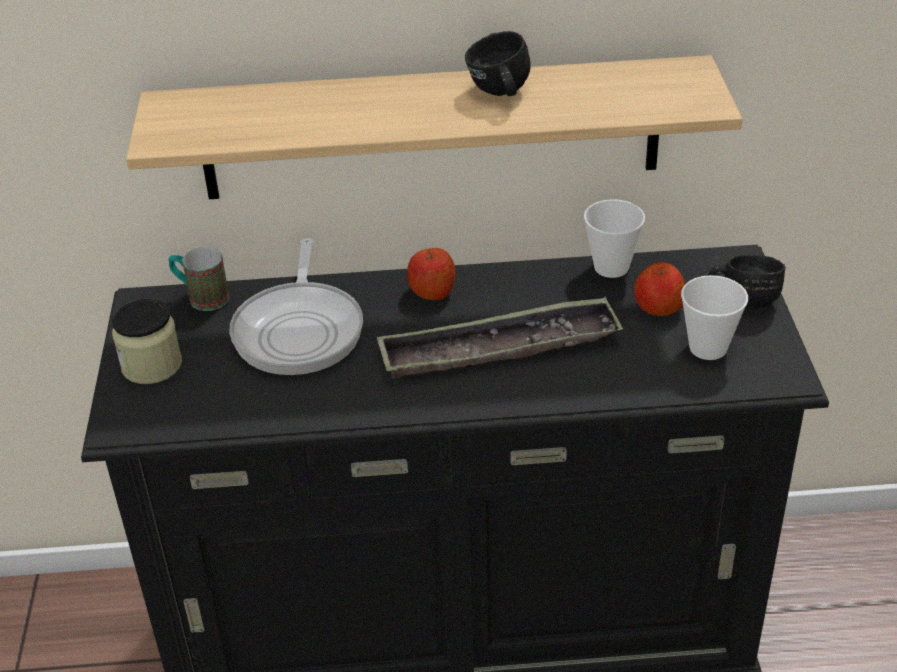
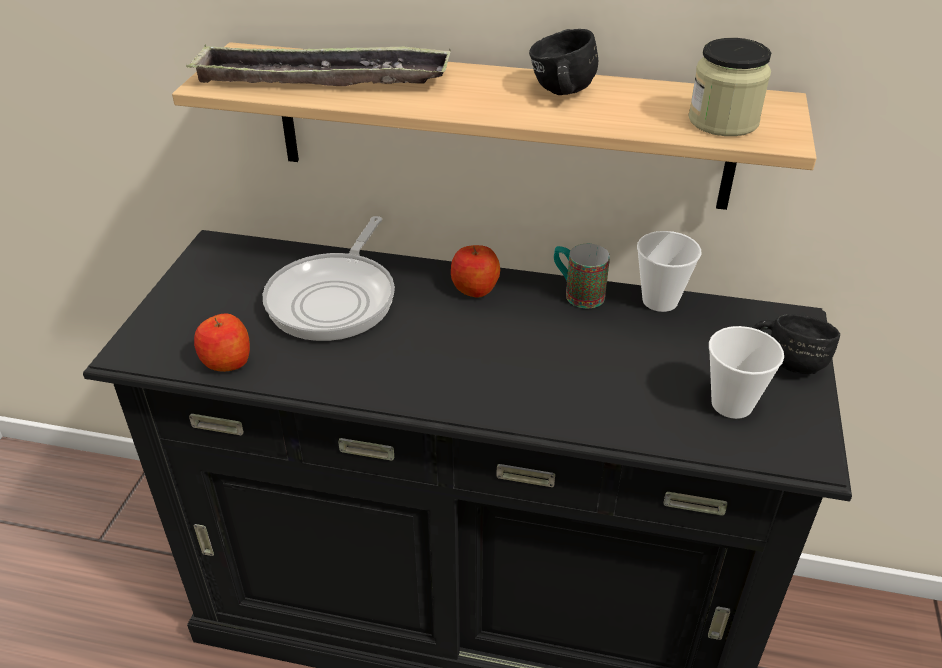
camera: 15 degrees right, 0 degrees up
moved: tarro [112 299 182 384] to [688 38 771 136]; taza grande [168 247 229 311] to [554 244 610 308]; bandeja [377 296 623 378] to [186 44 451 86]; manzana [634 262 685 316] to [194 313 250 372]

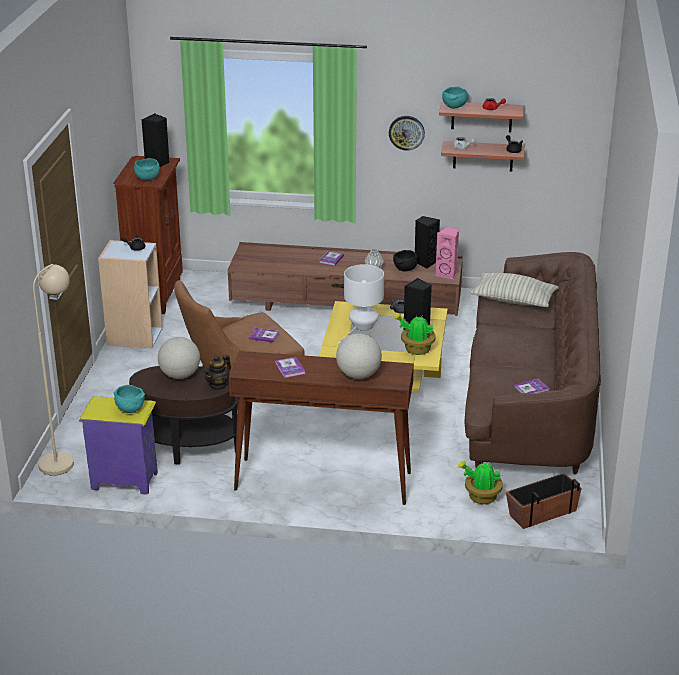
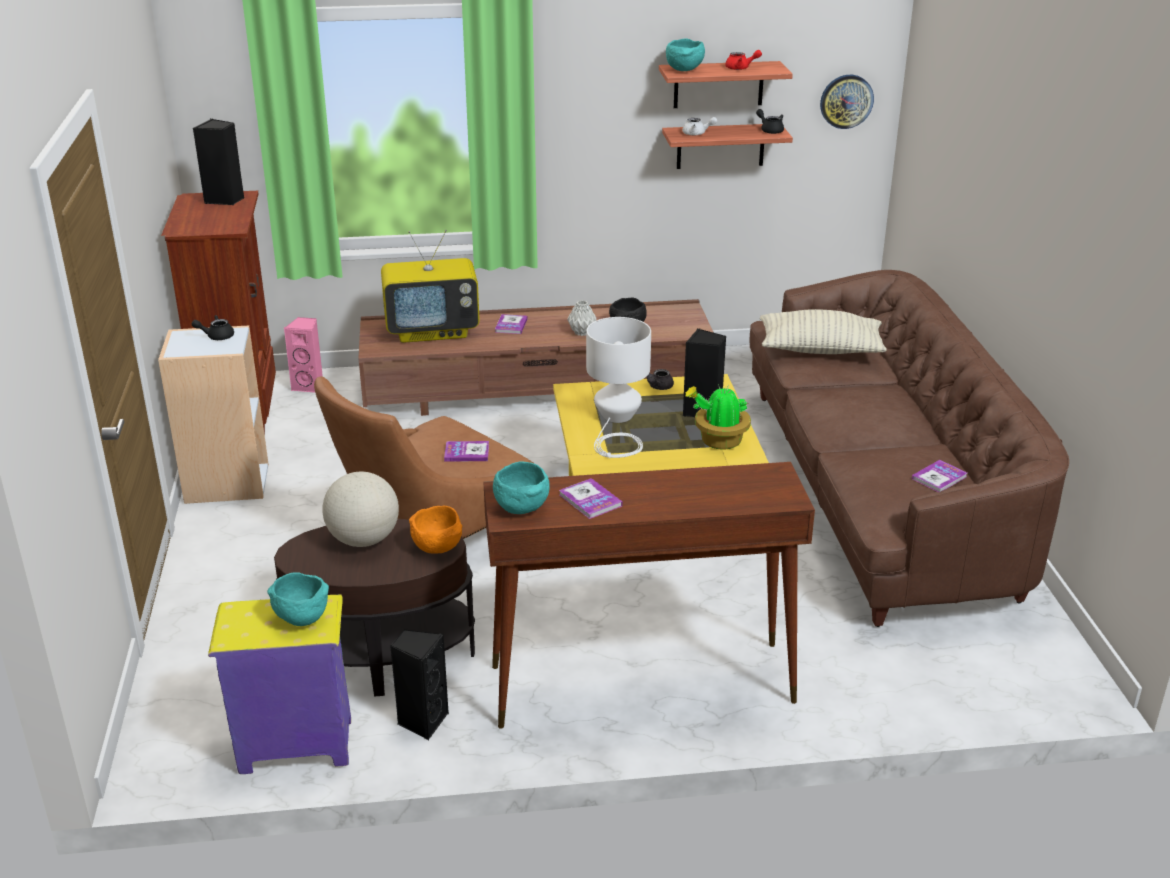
camera: 15 degrees left, 0 degrees up
removed: lámpara de pie [beis] [33 264 74 475]; globo terráqueo [336 333 382 379]; planta en maceta [458 461 503 504]; maceta [506 473 582 529]
added: televisor [381 230 480 343]
moved: cuenco [turquesa] [134 158 160 180] to [493 461 550 514]; reloj de pared [389 116 425 151] to [820 75 874 129]; altavoz [negro] [415 216 440 269] to [390 629 449 740]; altavoz [rosa] [435 226 459 280] to [284 317 323 393]
replaced: tetera [203 355 231 391] to cuenco [naranja] [409 506 462 554]

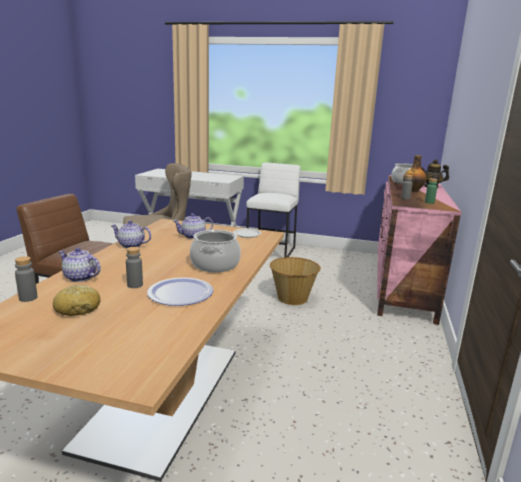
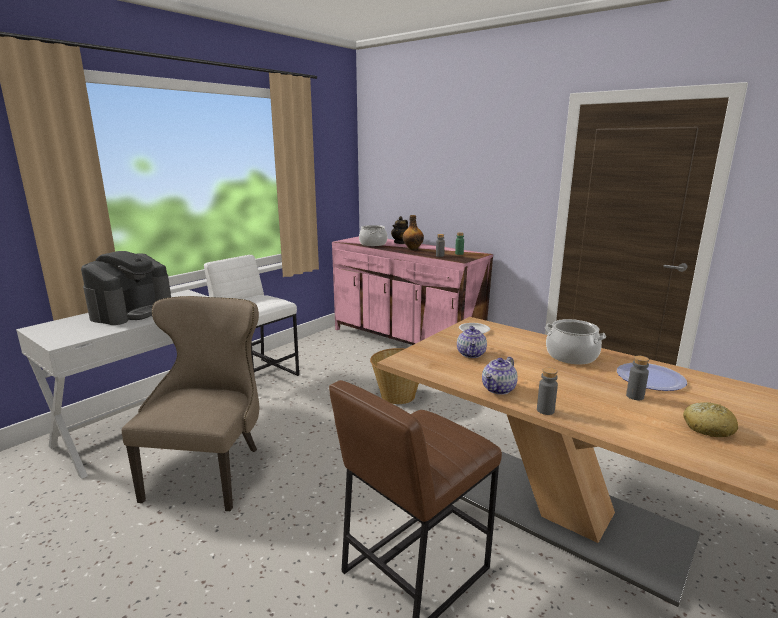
camera: 65 degrees left, 0 degrees up
removed: tetera [59 248 101 282]
added: cafetera [81 251 171 325]
moved: botella [gris] [15 256 37 302] to [537 368 558 415]

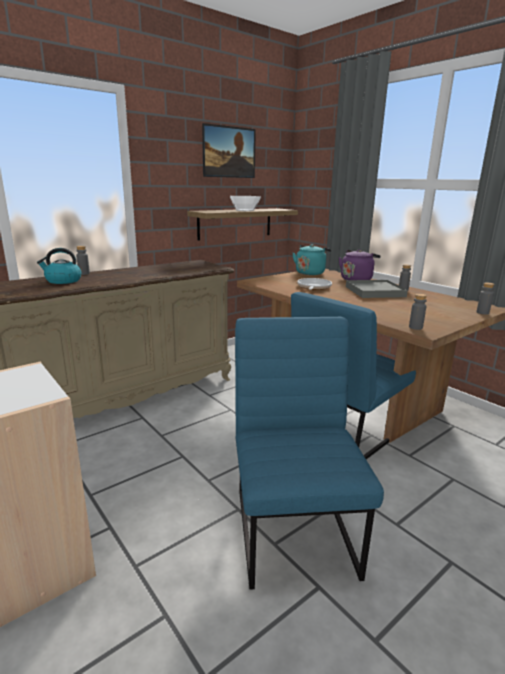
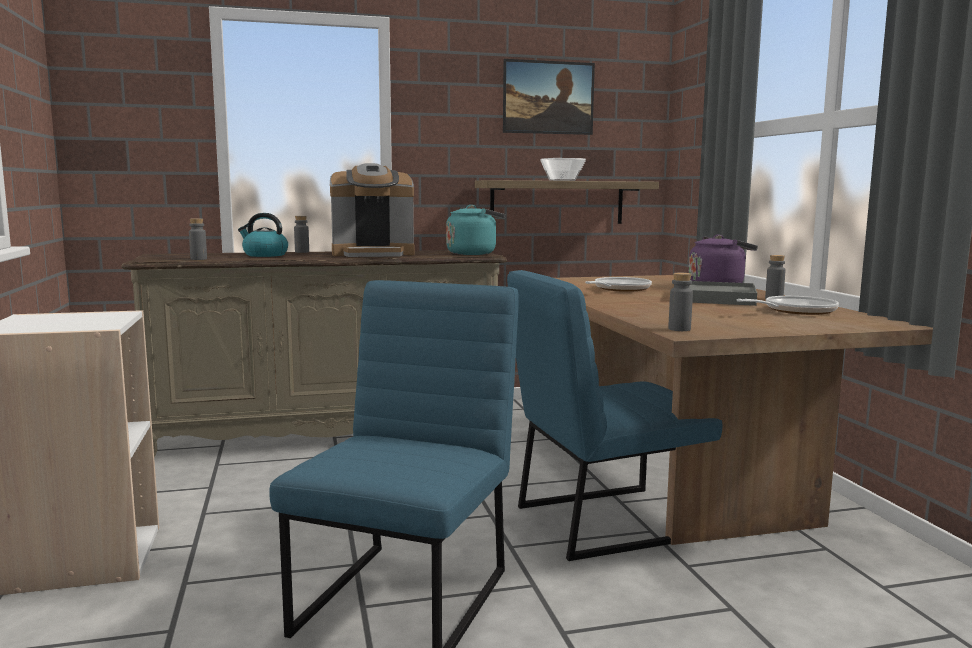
camera: 25 degrees right, 10 degrees down
added: cafetera [330 163 415 257]; sartén [737 296 839 315]
moved: hervidor [turquesa] [293 244 331 275] to [446 205 506 255]; botella [gris] [476 282 494 314] to [189 218 207 260]

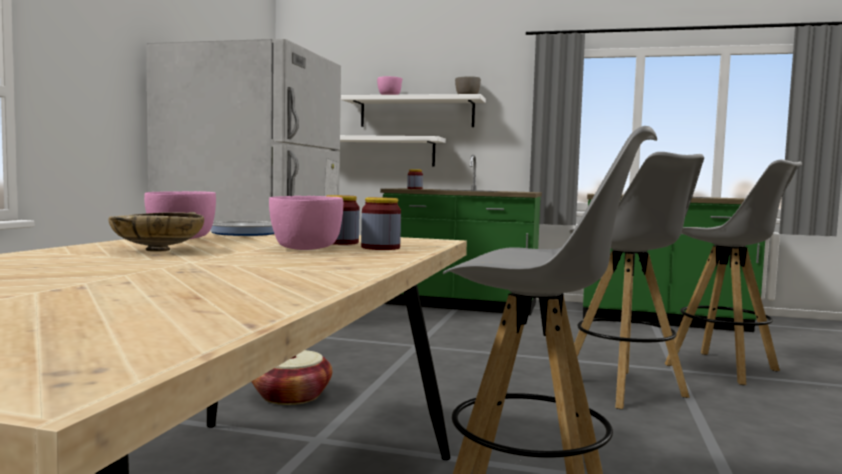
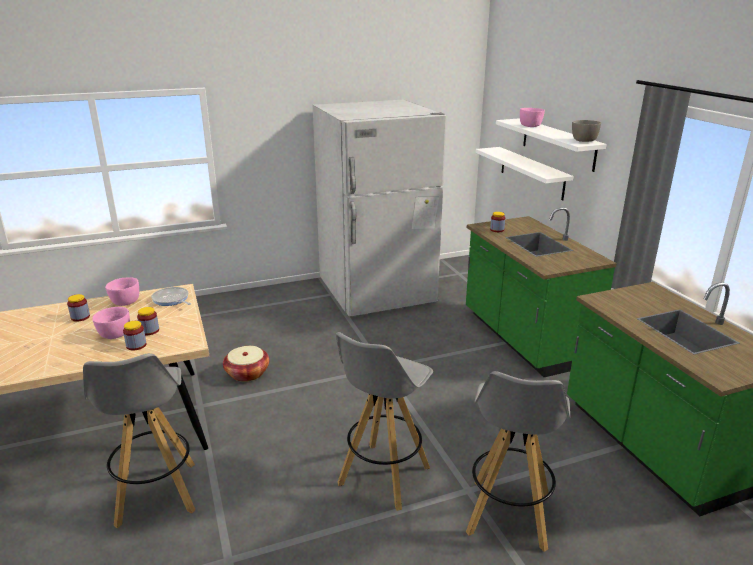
camera: 55 degrees right, 20 degrees up
replaced: cuenco [beis] [108 212 204 251] to tarro [67 294 90 322]

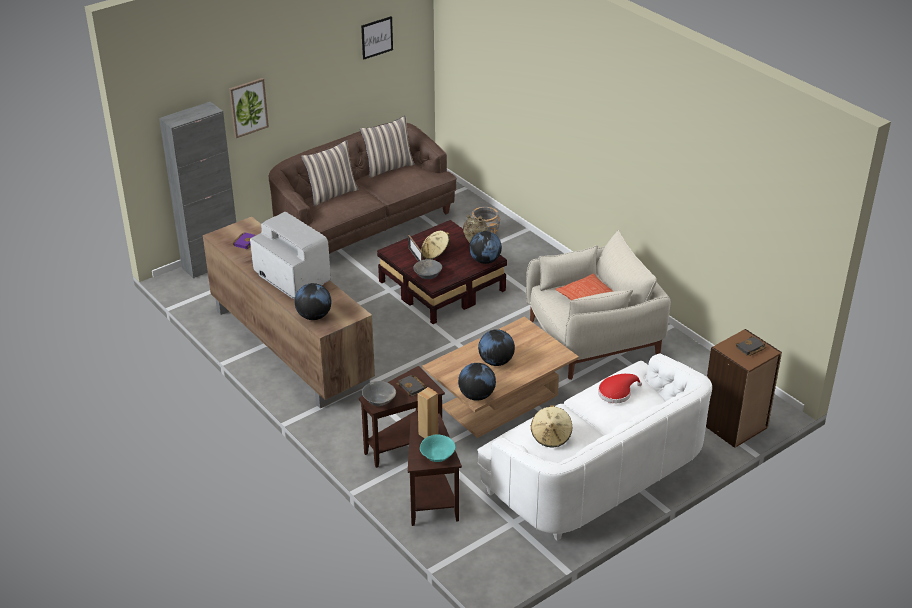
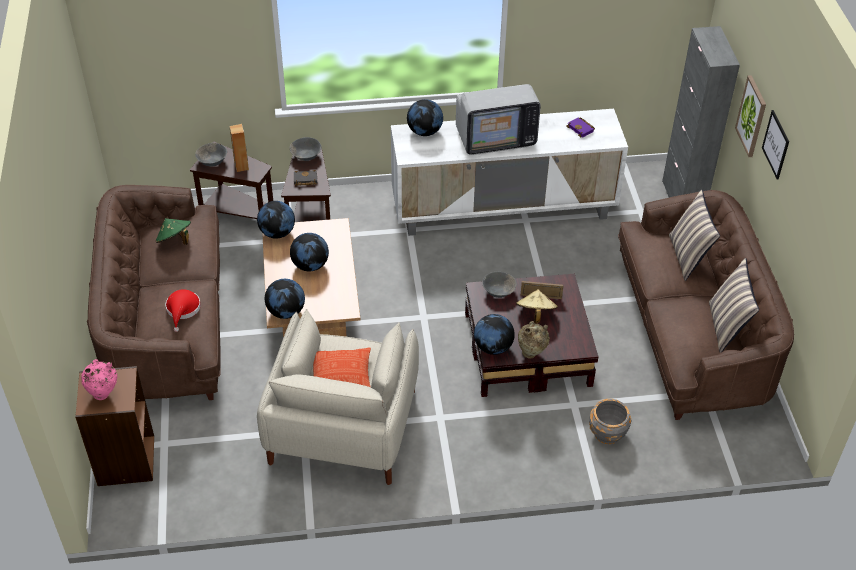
camera: 120 degrees right, 10 degrees up
added: globo terráqueo [265 279 305 319]
moved: cuadro [361 16 393 60] to [762 110 789 180]
replaced: libro [negro] [735 336 766 356] to florero [rosa] [81 359 118 400]
recoloured: mueble de televisión [marrón] [203 217 375 408] to mueble de televisión [blanco] [391 109 628 236]; cuenco [turquesa] [420 435 455 462] to cuenco [gris] [195 143 227 167]; sofá [blanco] [477 353 712 541] to sofá [marrón] [87 185 221 400]; sombrero [beis] [531 405 572 447] to sombrero [verde] [156 218 191 245]

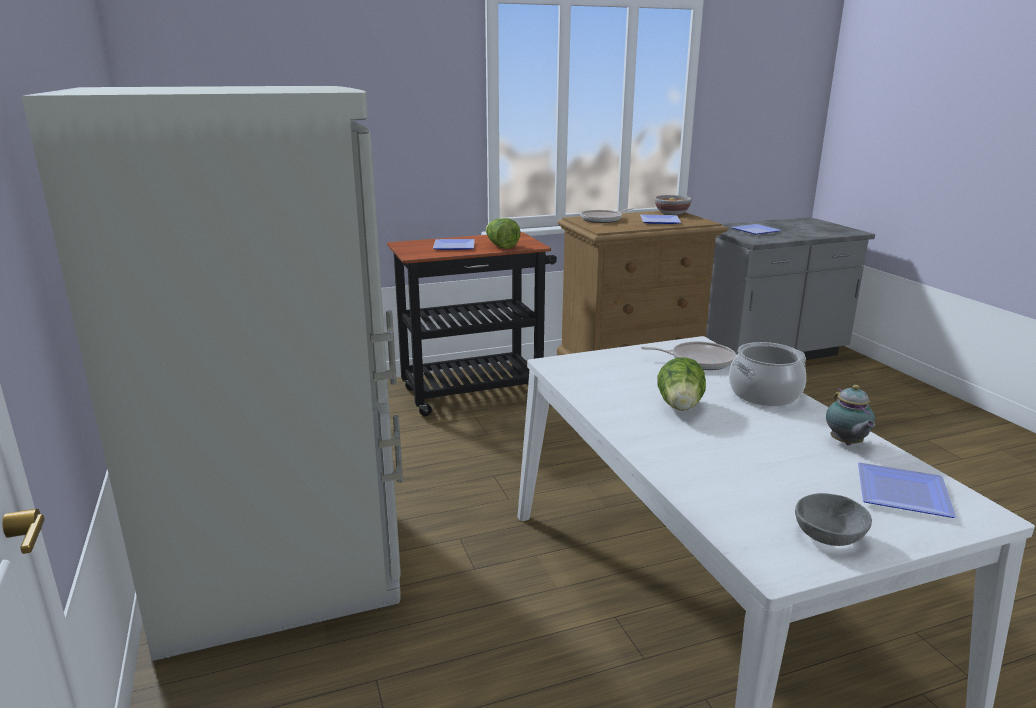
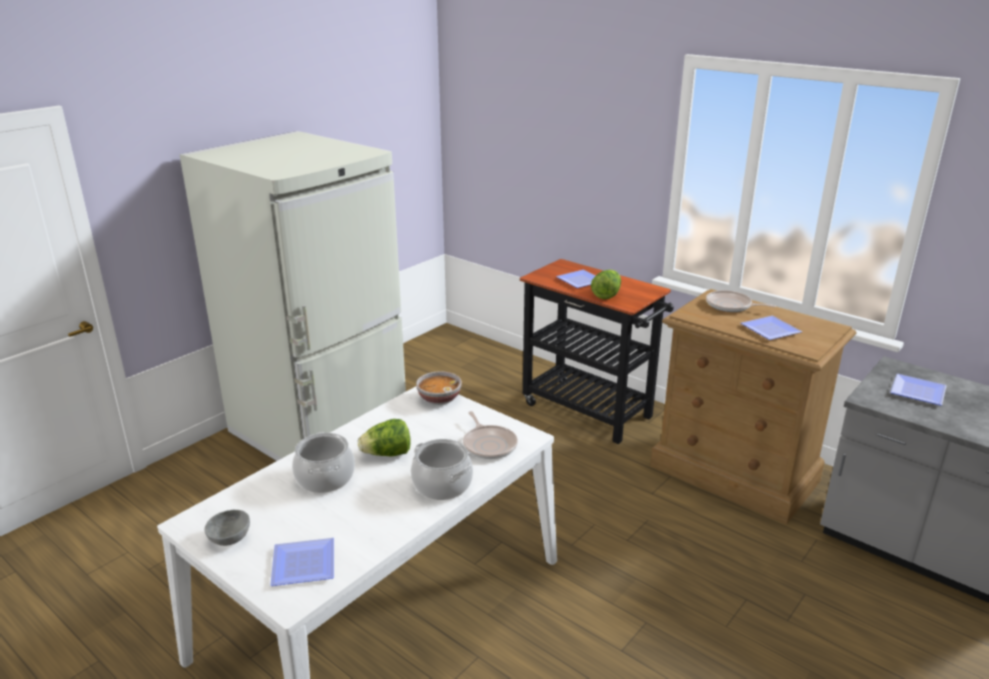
camera: 60 degrees right, 5 degrees up
removed: tetera [826 385 875 446]
added: olla [292 432 355 493]
moved: cuenco [655 195 692 215] to [416 371 462 405]

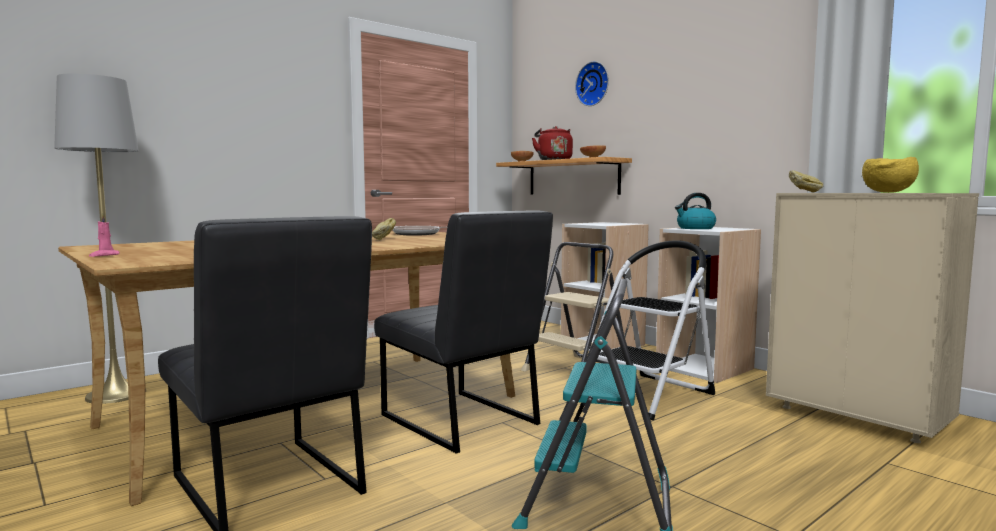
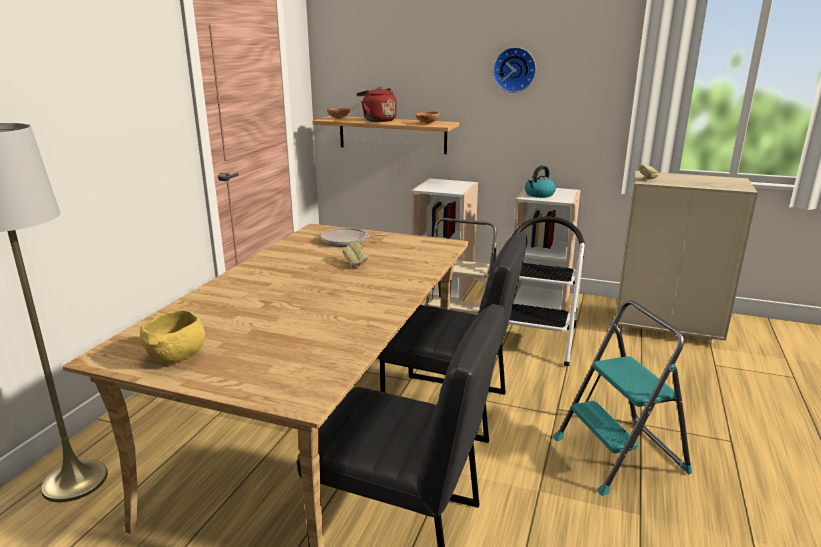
camera: 30 degrees left, 15 degrees up
removed: vela [rosa] [89 213 120 257]
moved: reloj de pared [575 61 609 106] to [493 47 536 93]; cuenco [amarillo] [862 157 919 193] to [140 310 205 363]

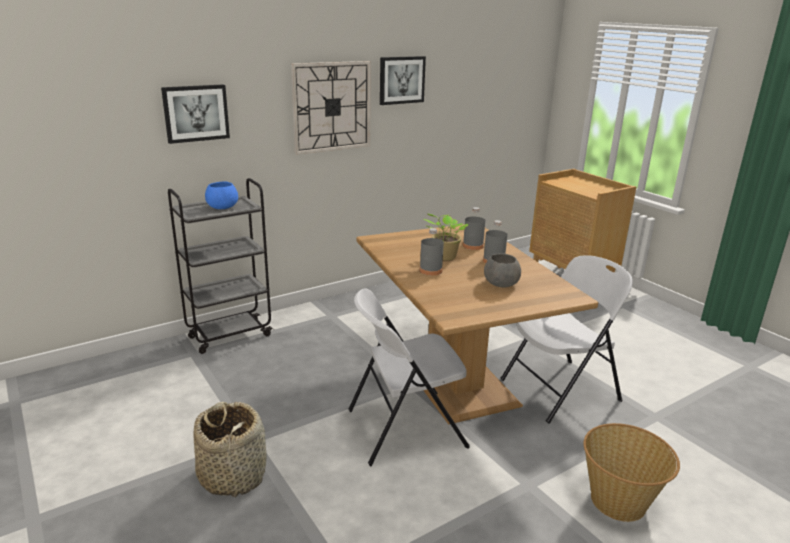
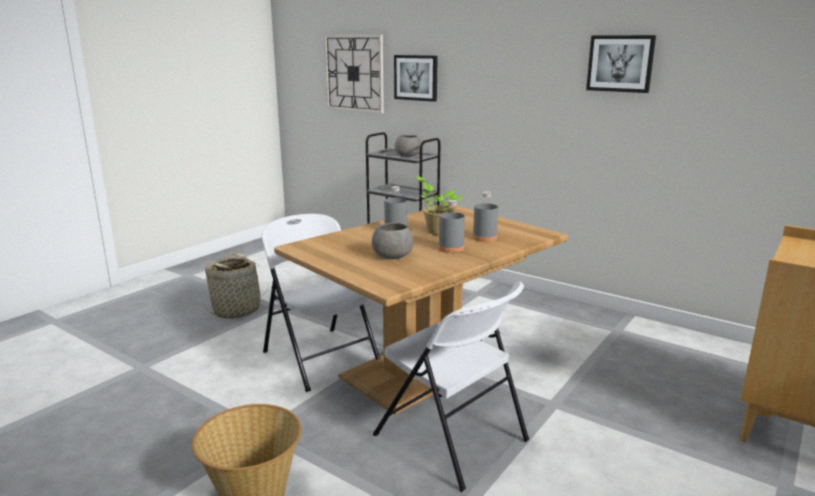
camera: 70 degrees right, 5 degrees down
moved: reloj de pared [291 61 371 155] to [324 35 384 113]
recoloured: cuenco [azul] [205 182 238 209] to cuenco [gris] [395 135 421 157]

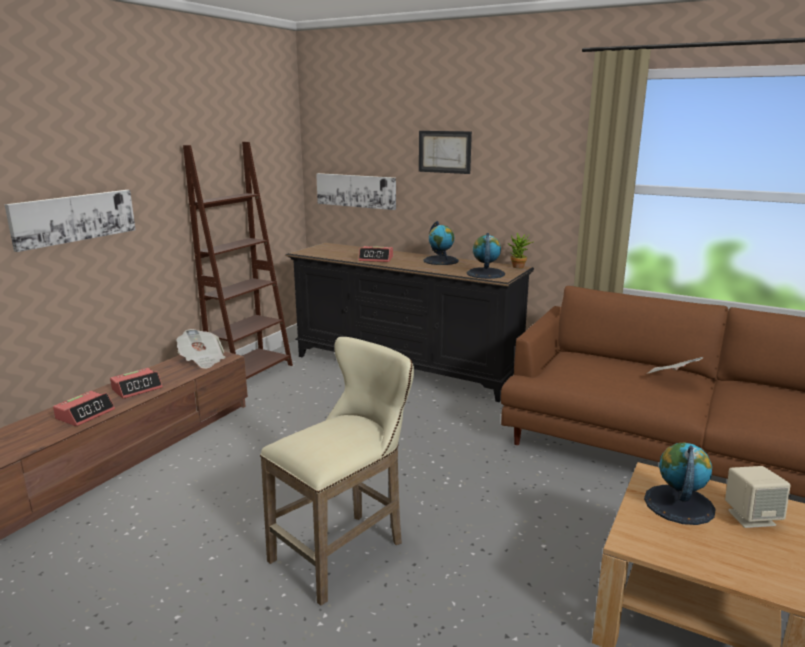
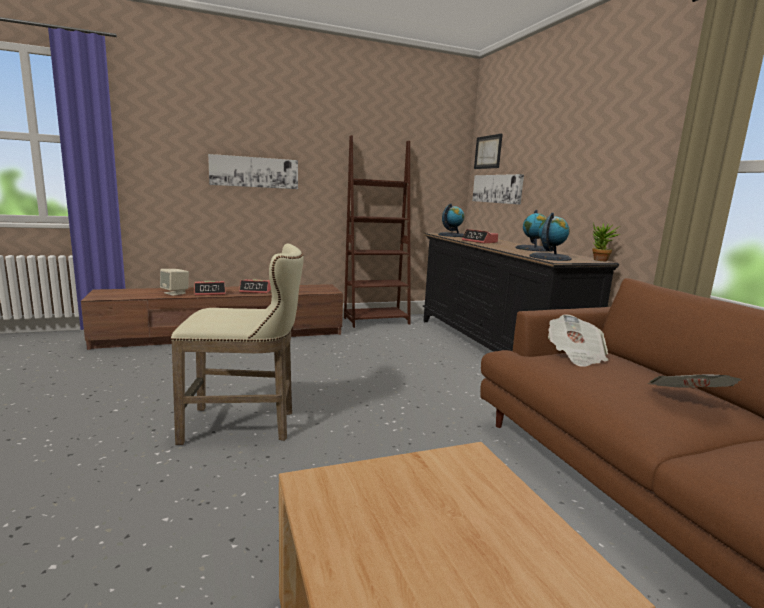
camera: 40 degrees right, 5 degrees down
moved: periódico [176 329 226 369] to [548 314 608 367]; cuadro [419 131 472 174] to [474 134 503 169]; globo terráqueo [644 442 716 525] to [438 204 464 237]; altavoz [beis] [725 466 791 528] to [160 269 189 296]

